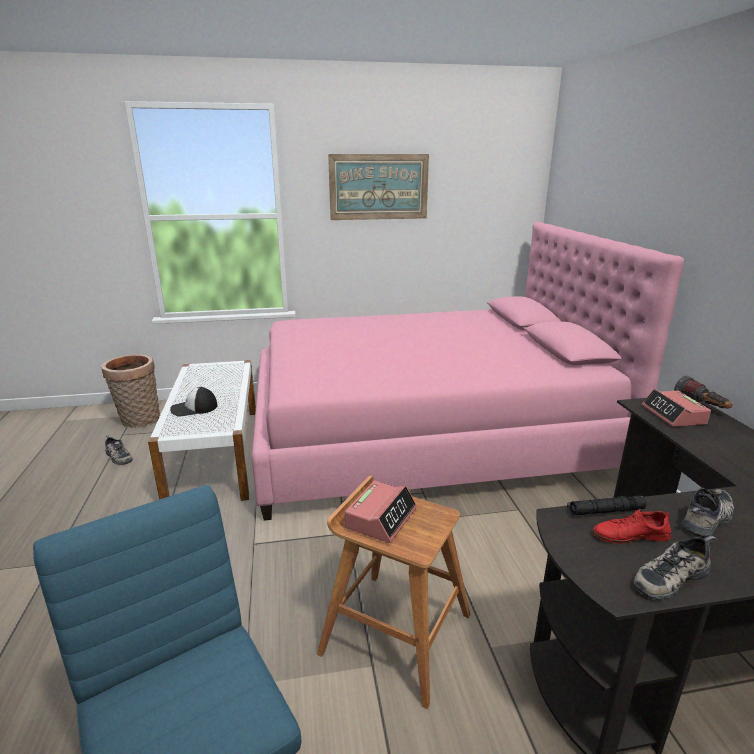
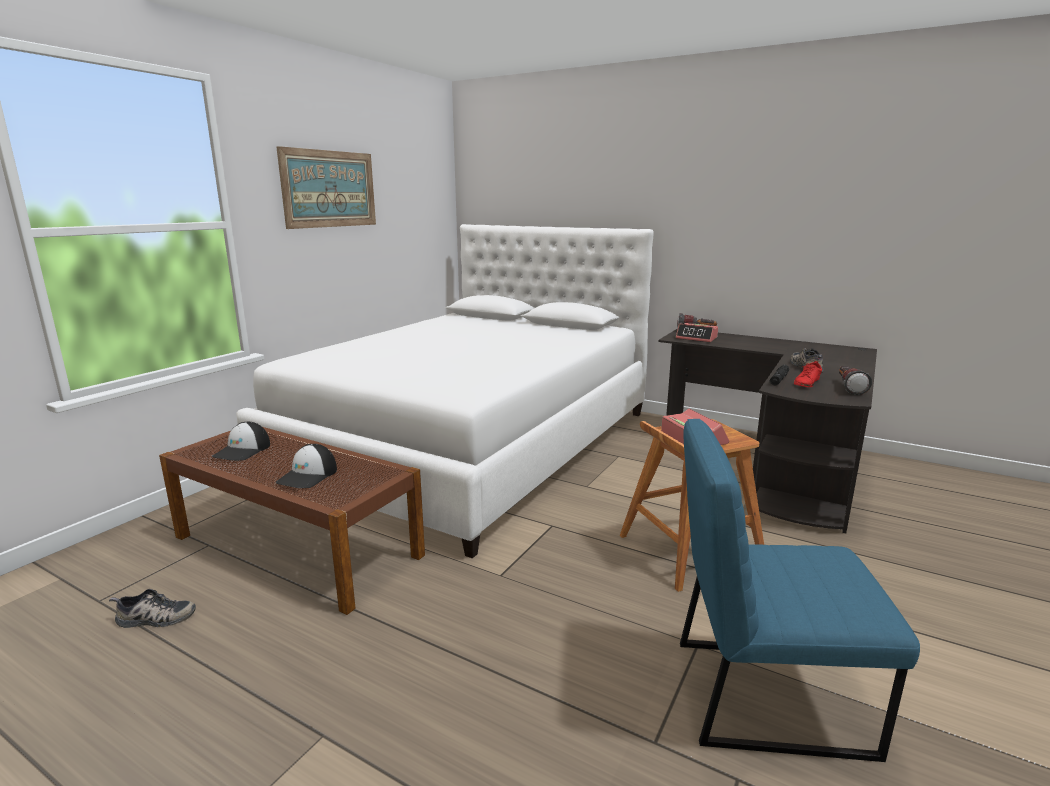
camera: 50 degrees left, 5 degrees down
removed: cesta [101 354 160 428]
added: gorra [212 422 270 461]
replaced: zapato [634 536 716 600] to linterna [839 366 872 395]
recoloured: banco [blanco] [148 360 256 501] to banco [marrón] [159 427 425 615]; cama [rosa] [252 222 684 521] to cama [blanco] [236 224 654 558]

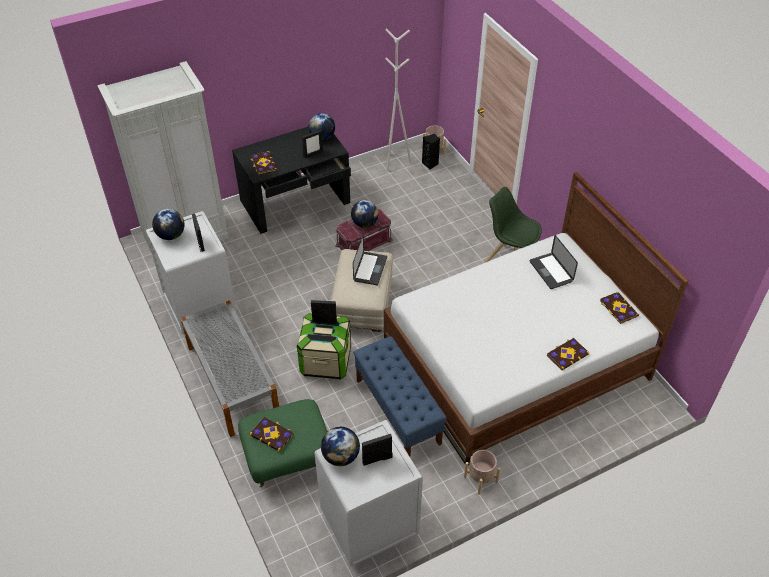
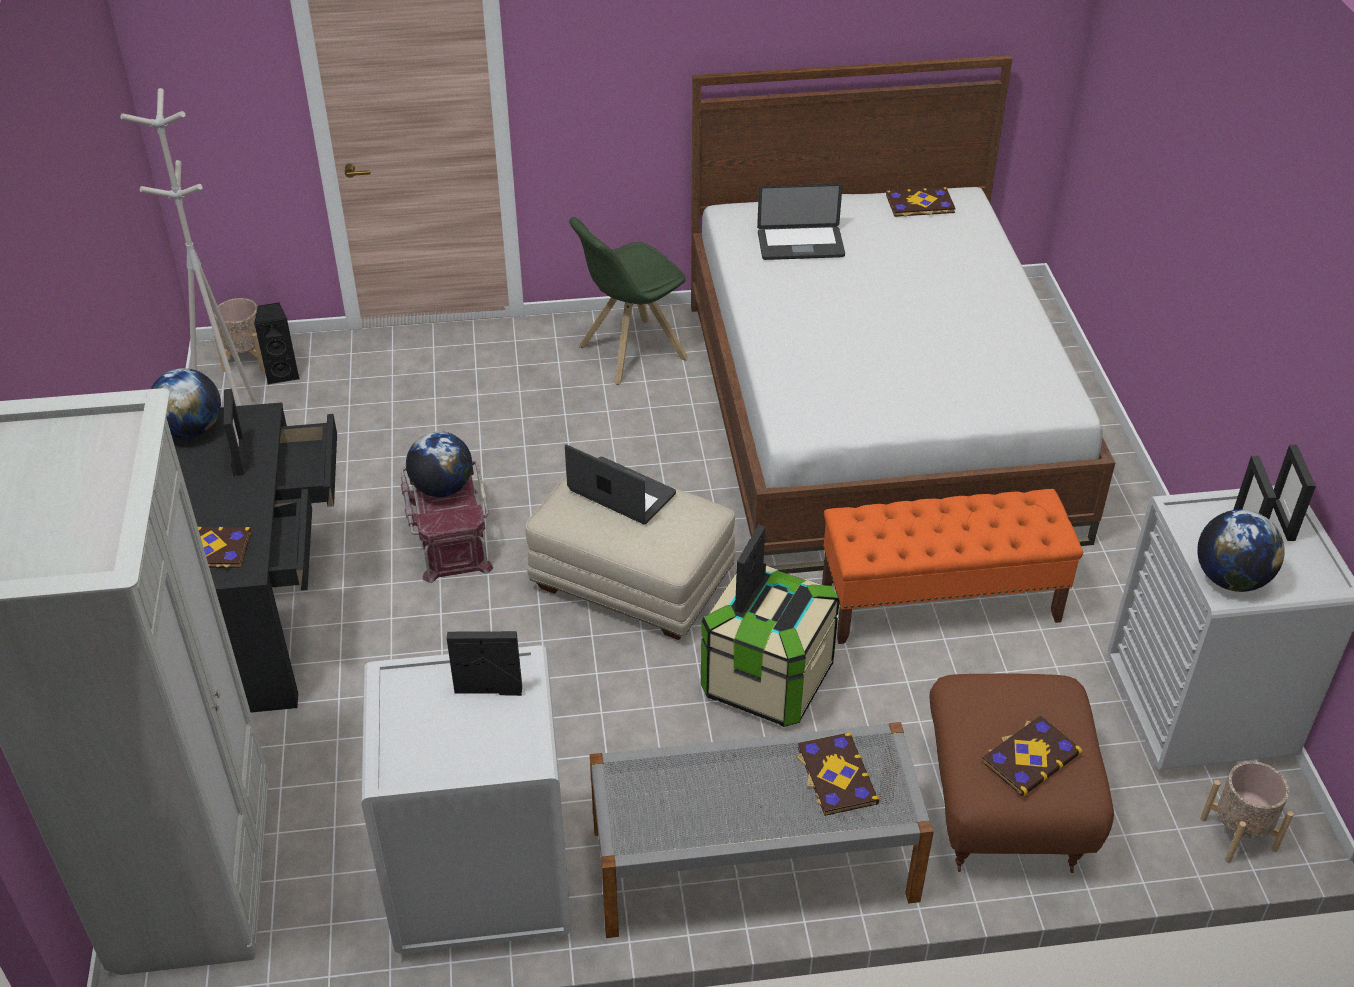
camera: 70 degrees left, 5 degrees down
removed: globo terráqueo [152 209 185 240]
added: portarretratos [1273 445 1316 541]
moved: maceta [beis] [464 450 501 495] to [1200 761 1294 863]; libro [547 338 590 371] to [796 732 880 816]
recoloured: puf [verde] [238 399 328 487] to puf [marrón] [929 673 1114 873]; banco [azul] [353 336 447 456] to banco [naranja] [822 489 1083 644]

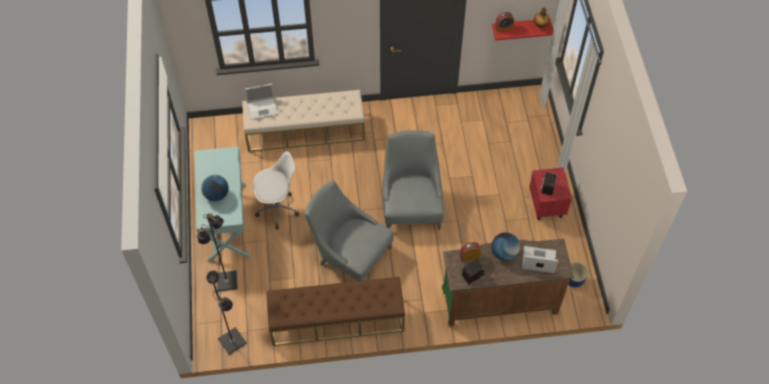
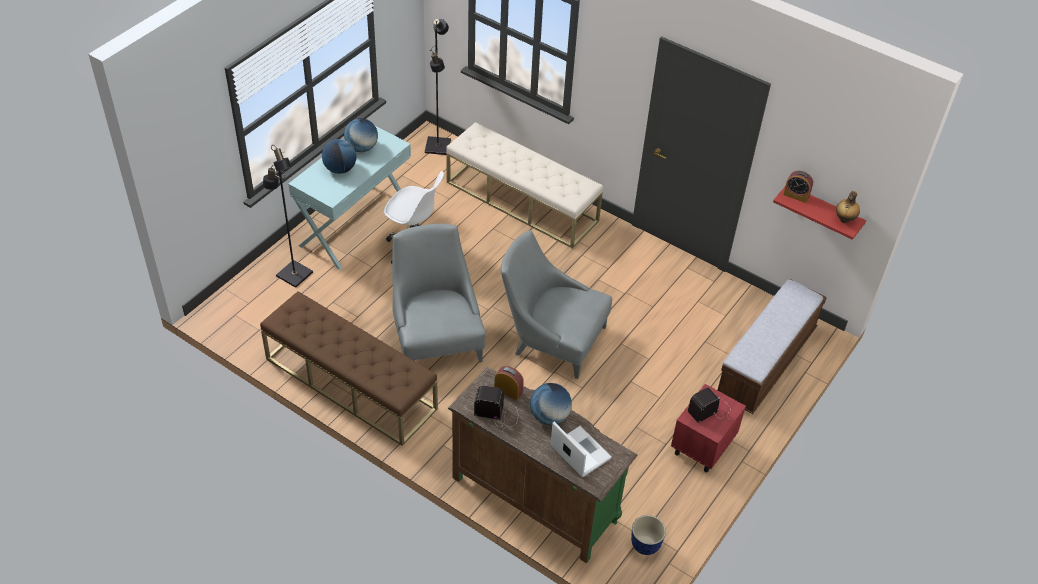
camera: 40 degrees right, 10 degrees down
removed: portátil [244 84 278 120]
added: globo terráqueo [344 118 378 152]; banco [718 279 827 414]
moved: lámpara de pie [negro] [206 270 247 355] to [425 19 451 155]
turned: sillón [gris] [383 130 444 230] = [501 230 612 379] 105 degrees counterclockwise

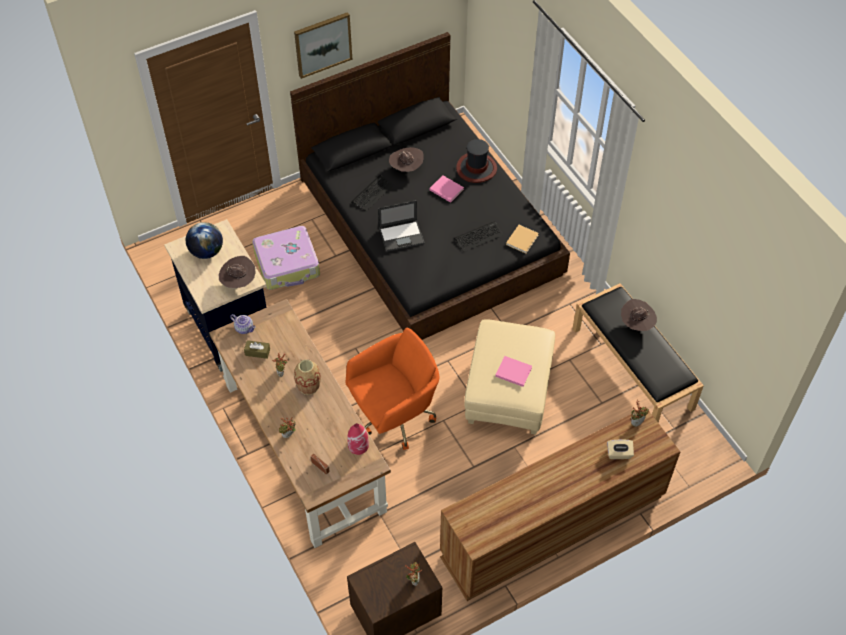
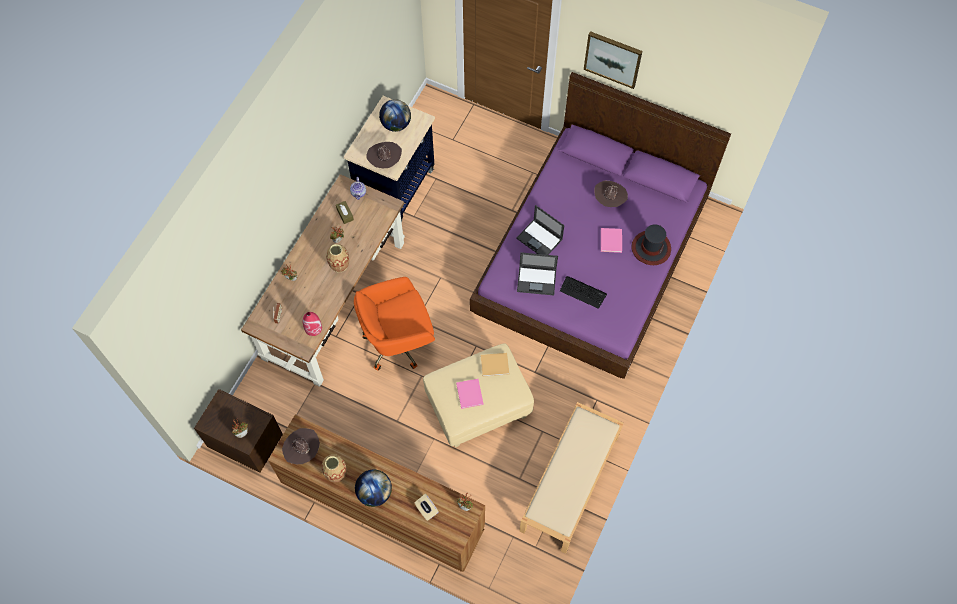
camera: 55 degrees right, 10 degrees up
removed: maleta [252 226 320 290]; teclado [351 175 394 211]
added: florero [321 455 347 483]; globo terráqueo [355 469 392 507]; portátil [517 252 558 295]
moved: libro [beis] [506 225 539 254] to [481 353 509 377]; sombrero [marrón] [621 299 657 331] to [282 428 320 464]
recoloured: cama [negro] [290 32 570 340] to cama [morado] [470 72 731 379]; banco [negro] [572 283 704 423] to banco [beis] [519 402 623 554]
turned: silla de oficina [naranja] [346 328 439 450] = [354 277 435 371] 135 degrees clockwise

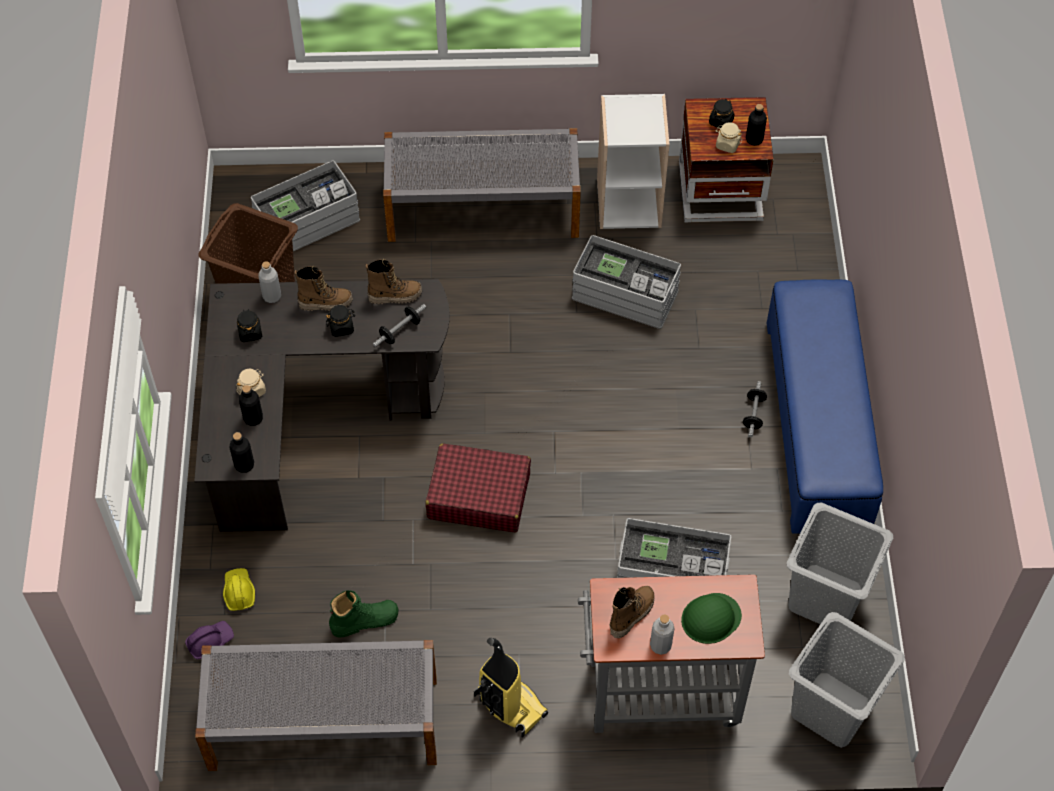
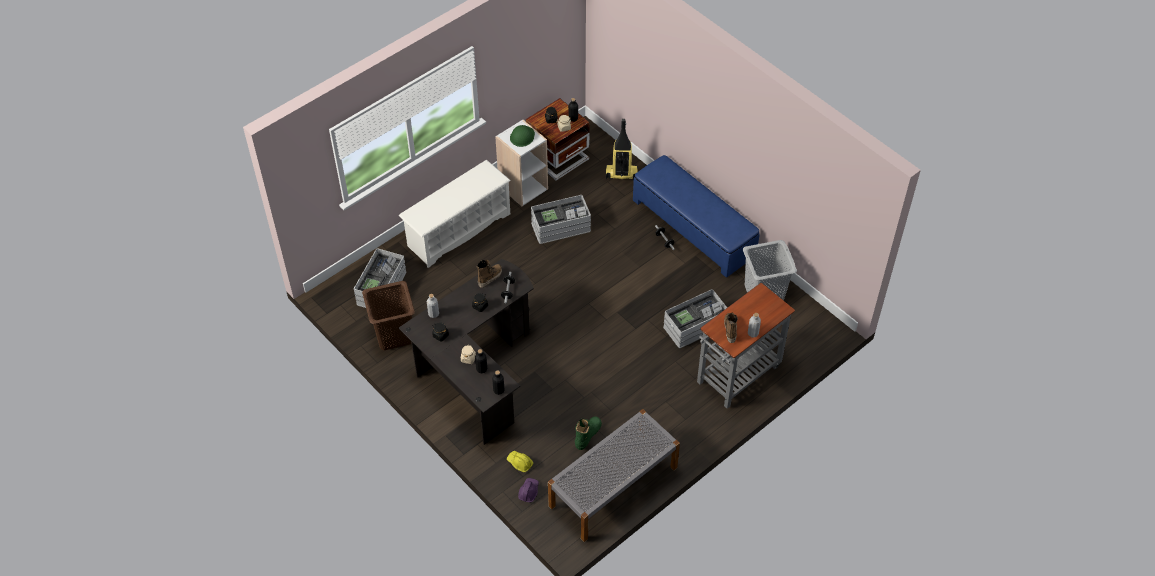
camera: 40 degrees left, 5 degrees down
removed: bota [294 266 353 311]; maleta [rojo] [425 444 531 532]; cesto de la ropa [gris] [789 612 905 748]
moved: aspiradora [474 638 548 737] to [606 119 638 180]; casco [verde] [681 593 742 644] to [510 125 535 147]
replaced: banco [gris] [383 128 581 242] to zapatero [blanco] [399 160 511 268]

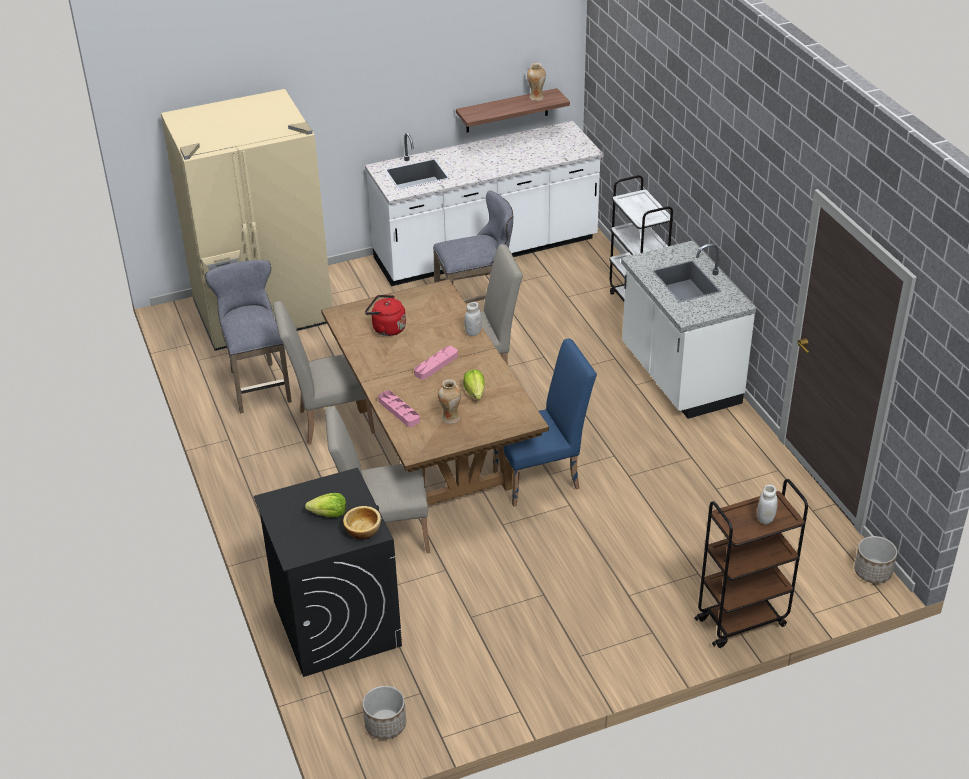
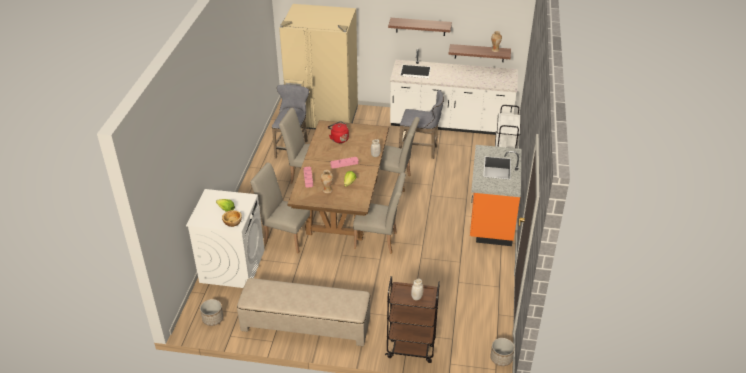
camera: 30 degrees right, 0 degrees up
added: banco [beis] [237 278 370 346]; estante [388 18 452 36]
recoloured: lavadora [negro] [254 468 402 677] to lavadora [blanco] [186 189 264 288]; silla [azul] [493 339 597 507] to silla [beis] [353 172 406 253]; mueble bajo de cocina [blanco] [621 240 756 419] to mueble bajo de cocina [naranja] [470 145 521 246]

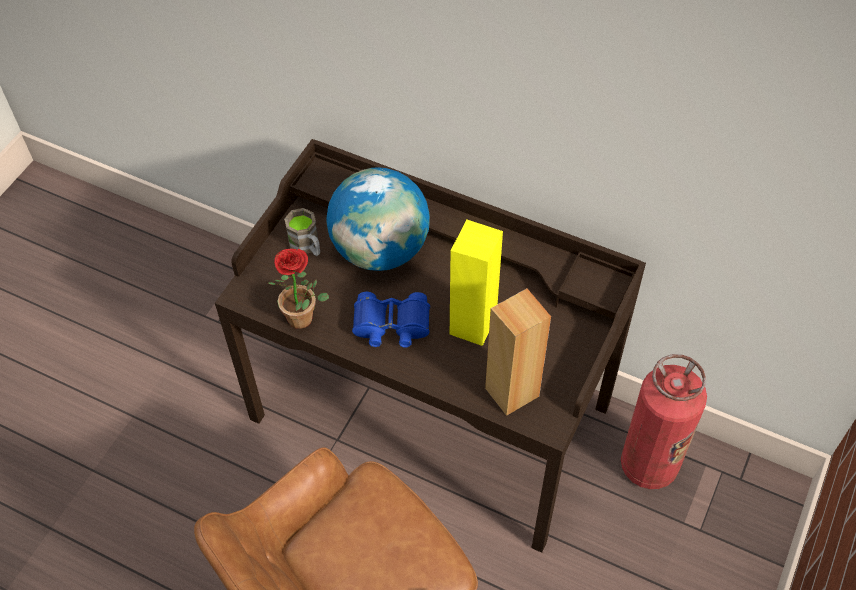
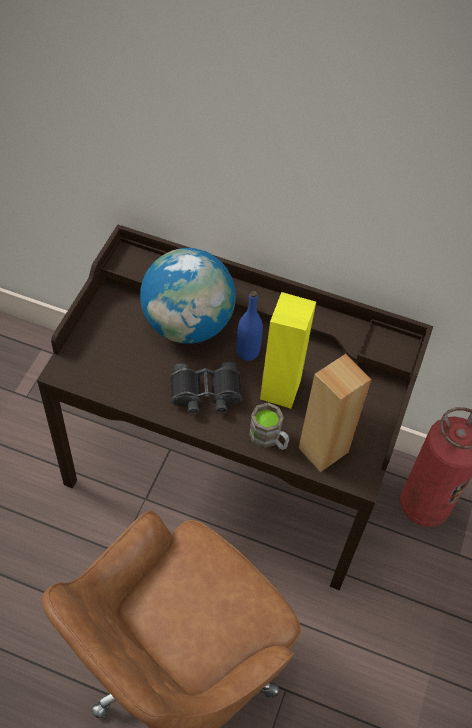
camera: 10 degrees left, 0 degrees up
removed: planta en maceta [268 249 329 329]
added: botella [azul] [236 291 263 361]
moved: taza grande [marrón] [284 208 320 256] to [249 403 289 450]
recoloured: prismáticos [azul] [352 292 430 348] to prismáticos [negro] [170 362 243 415]

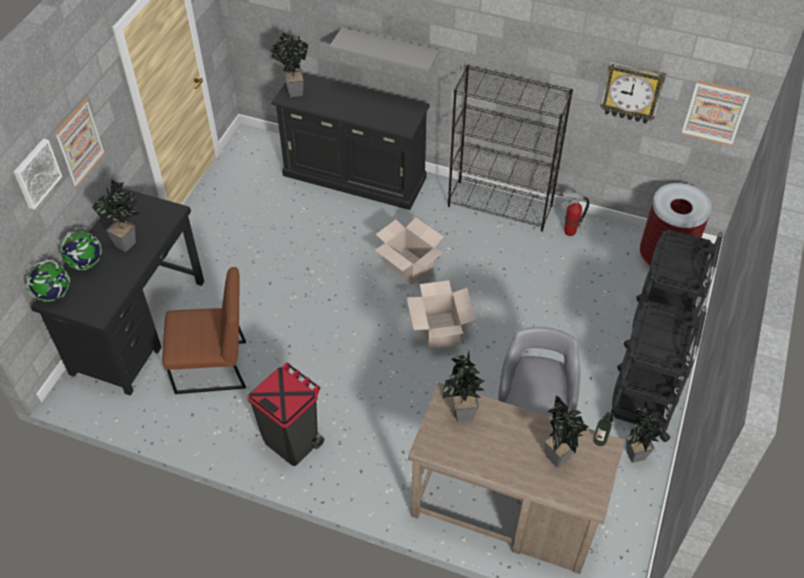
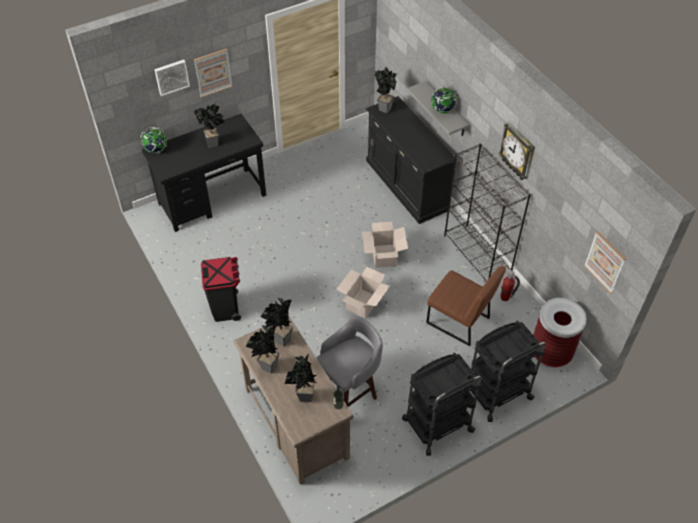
camera: 40 degrees right, 0 degrees up
moved: globo terráqueo [60 227 102 270] to [431 85 457 114]; silla [marrón] [162 267 246 394] to [426 266 506 346]; reloj de pared [600 61 666 124] to [499 122 535 180]; planta en maceta [626 400 668 463] to [246 325 279 373]

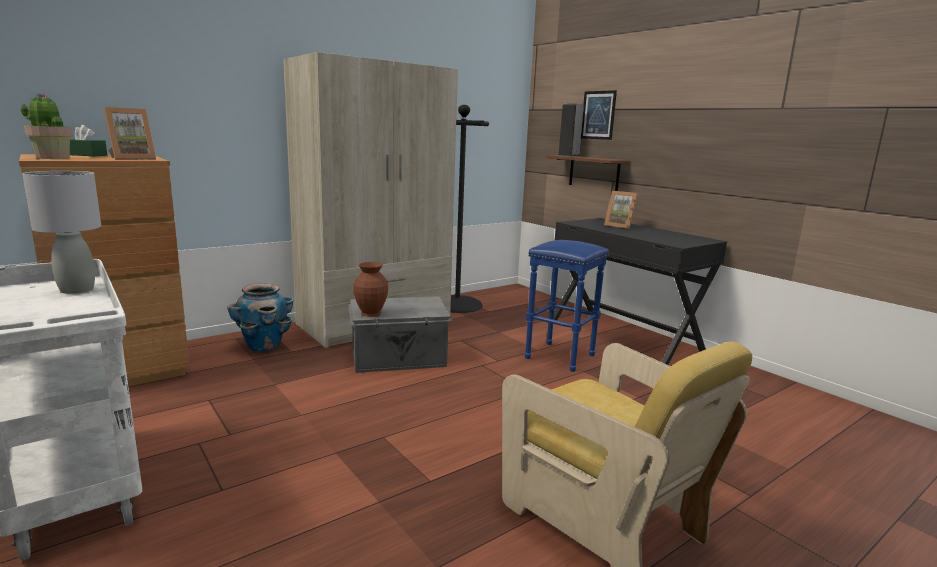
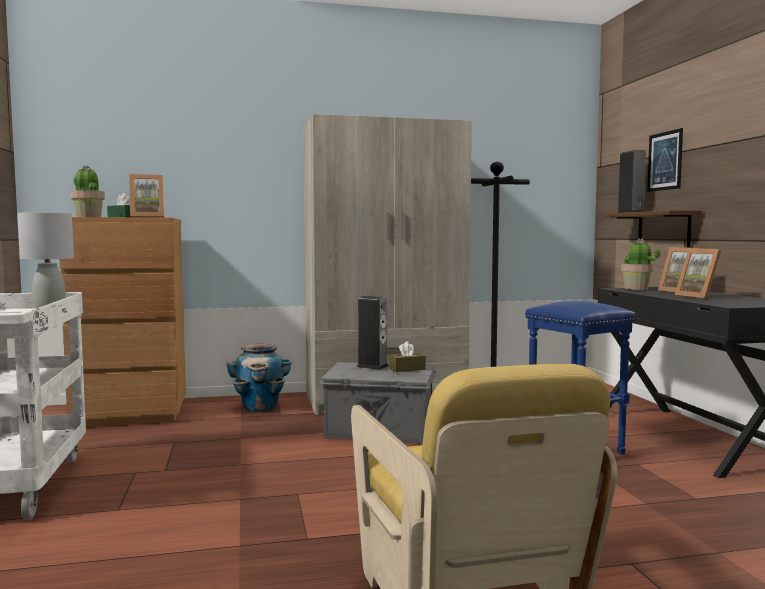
camera: 25 degrees right, 10 degrees down
removed: florero [marrón] [353 262 388 317]
added: altavoz [356 296 389 370]; caja de pañuelos [marrón] [389 341 426 372]; planta en maceta [621 239 660 290]; portarretratos [675 248 721 299]

